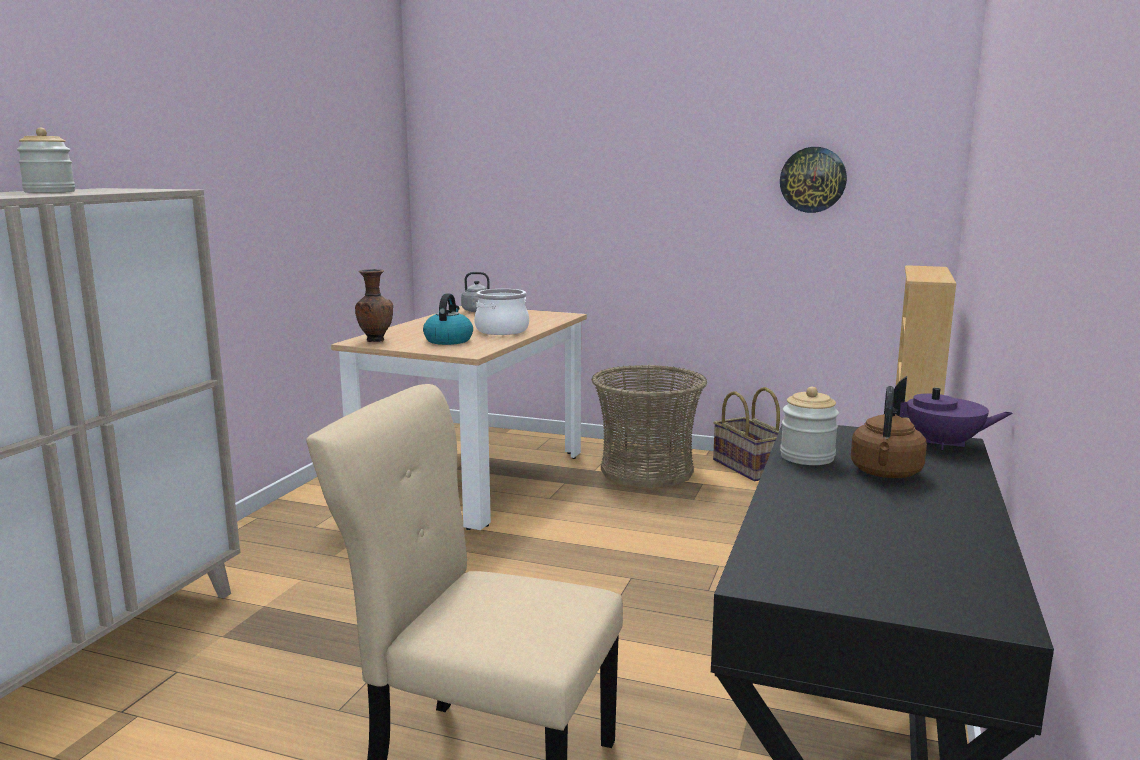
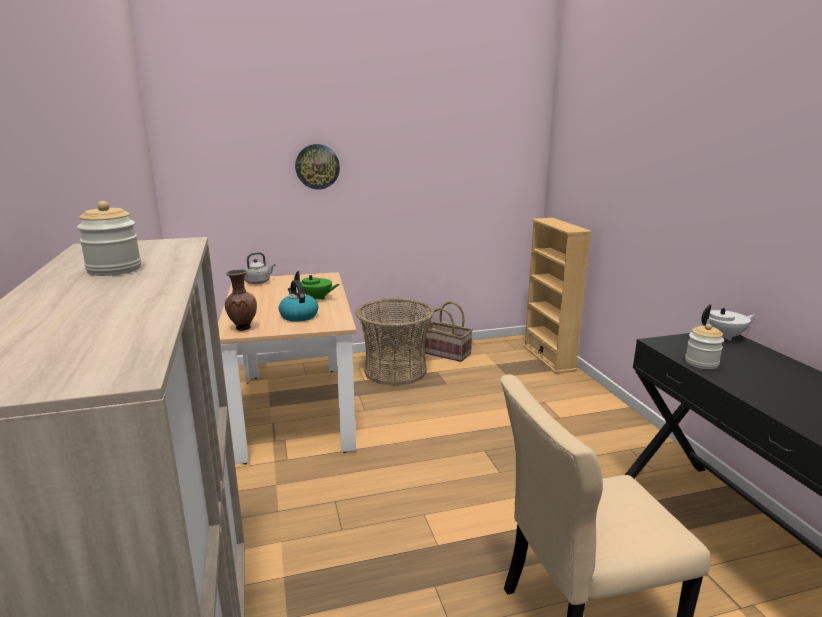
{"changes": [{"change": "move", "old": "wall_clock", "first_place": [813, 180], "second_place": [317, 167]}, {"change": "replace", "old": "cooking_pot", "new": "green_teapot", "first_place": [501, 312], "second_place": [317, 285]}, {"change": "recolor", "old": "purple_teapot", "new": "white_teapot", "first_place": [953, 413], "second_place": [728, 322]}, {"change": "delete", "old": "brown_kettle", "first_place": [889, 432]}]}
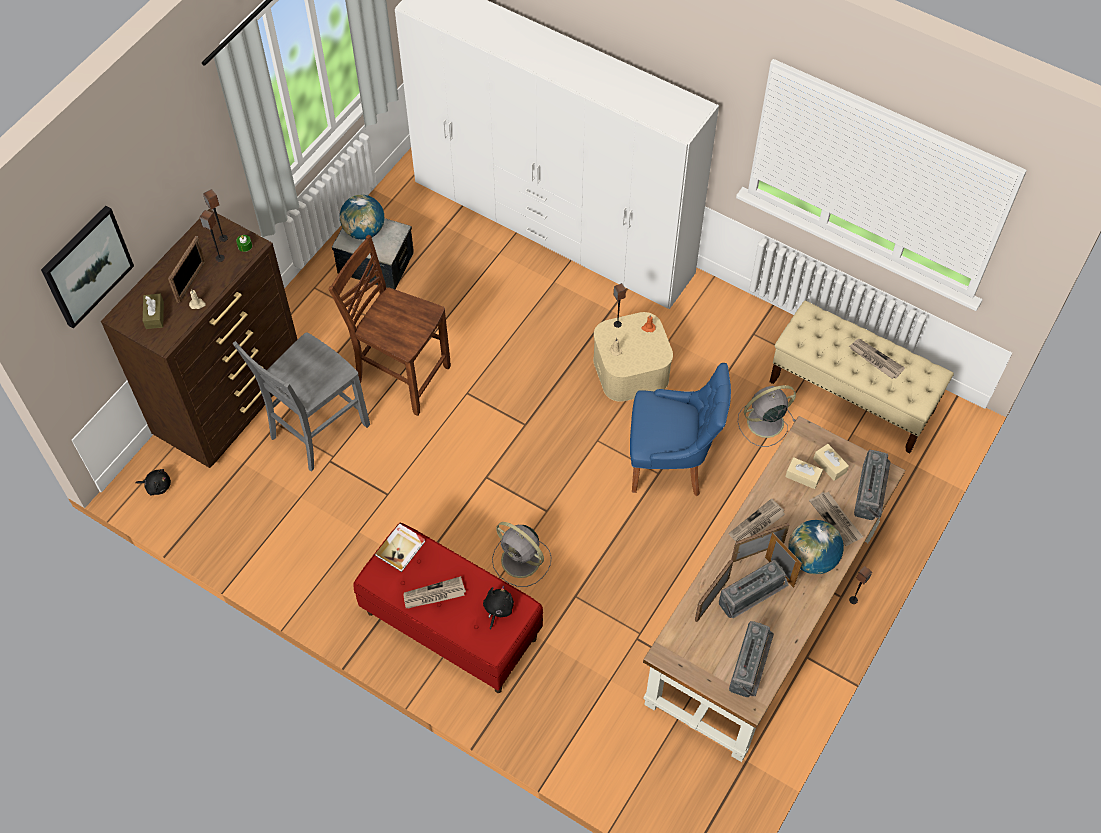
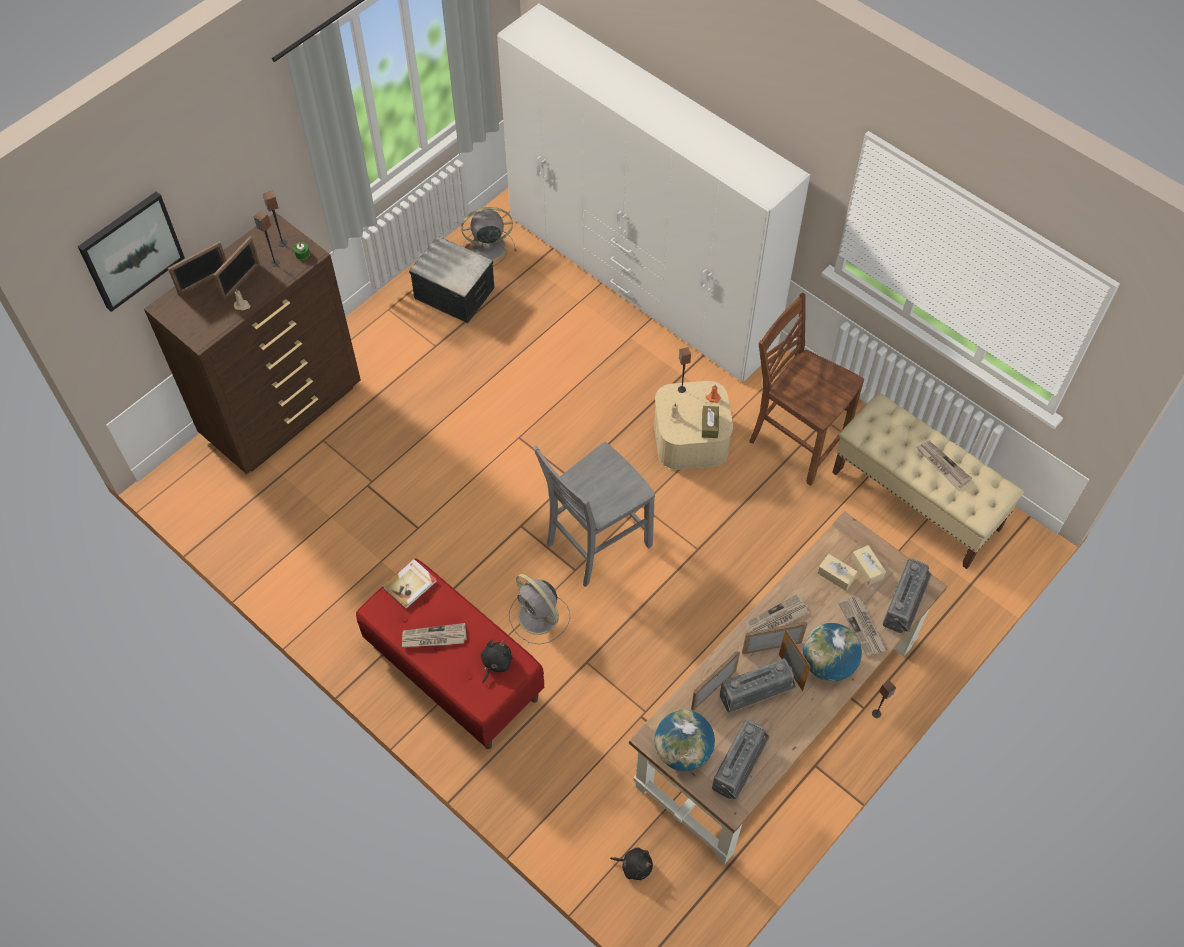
{"changes": [{"change": "move", "old": "globe", "first_place": [362, 217], "second_place": [684, 740]}, {"change": "move", "old": "brown_chair", "first_place": [390, 325], "second_place": [806, 389]}, {"change": "move", "old": "brown_tissue_box", "first_place": [153, 311], "second_place": [710, 422]}, {"change": "move", "old": "grey_chair", "first_place": [301, 401], "second_place": [594, 514]}, {"change": "delete", "old": "blue_chair", "first_place": [680, 429]}, {"change": "move", "old": "grey_fan", "first_place": [767, 416], "second_place": [489, 236]}, {"change": "move", "old": "black_plush_toy", "first_place": [153, 482], "second_place": [631, 864]}, {"change": "insert", "new": "picture_frame", "second_place": [197, 268]}]}
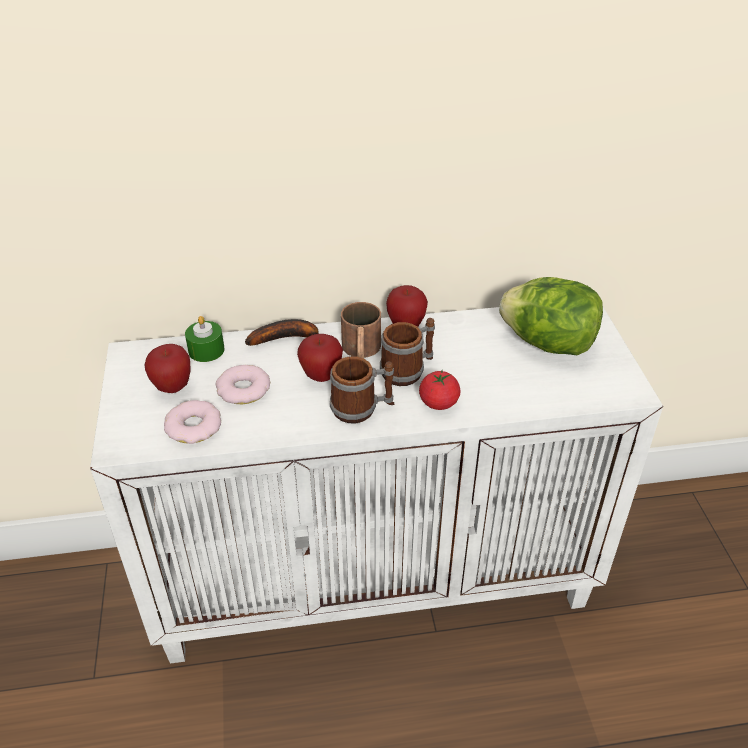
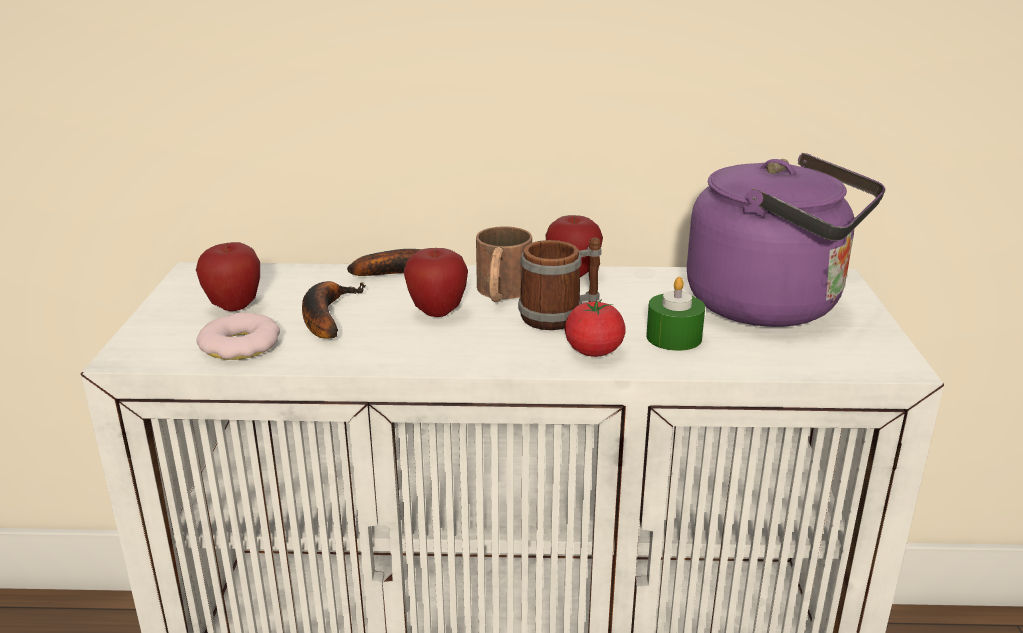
{"changes": [{"change": "replace", "old": "lettuce", "new": "purple_kettle", "first_place": [551, 316], "second_place": [786, 240]}, {"change": "move", "old": "green_candle", "first_place": [204, 339], "second_place": [675, 314]}, {"change": "delete", "old": "mug", "first_place": [362, 389]}, {"change": "replace", "old": "donut", "new": "banana", "first_place": [242, 384], "second_place": [334, 310]}]}
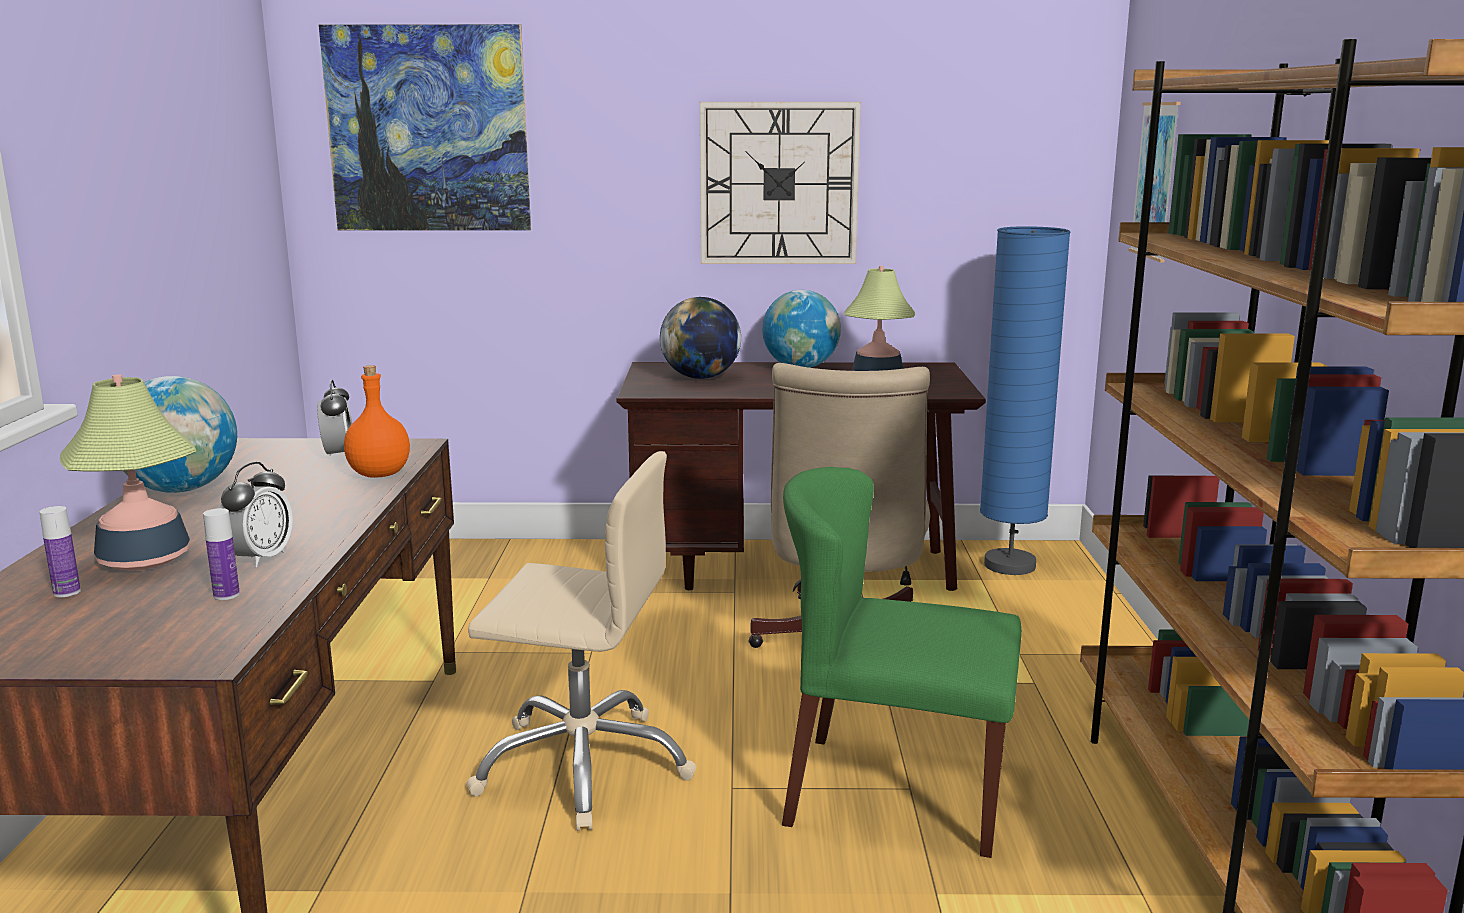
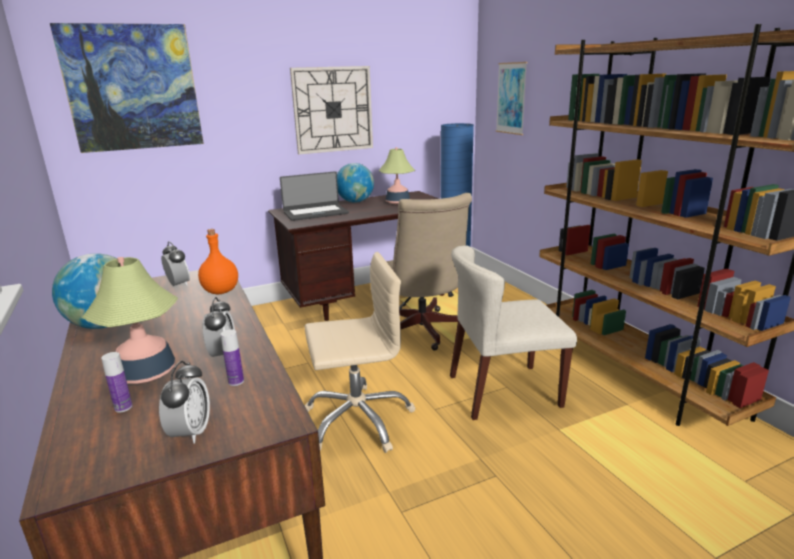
{"changes": [{"change": "replace", "old": "globe", "new": "laptop", "first_place": [700, 338], "second_place": [314, 196]}, {"change": "recolor", "old": "green_chair", "new": "beige_chair", "first_place": [902, 662], "second_place": [513, 332]}, {"change": "insert", "new": "alarm_clock", "second_place": [184, 402]}]}
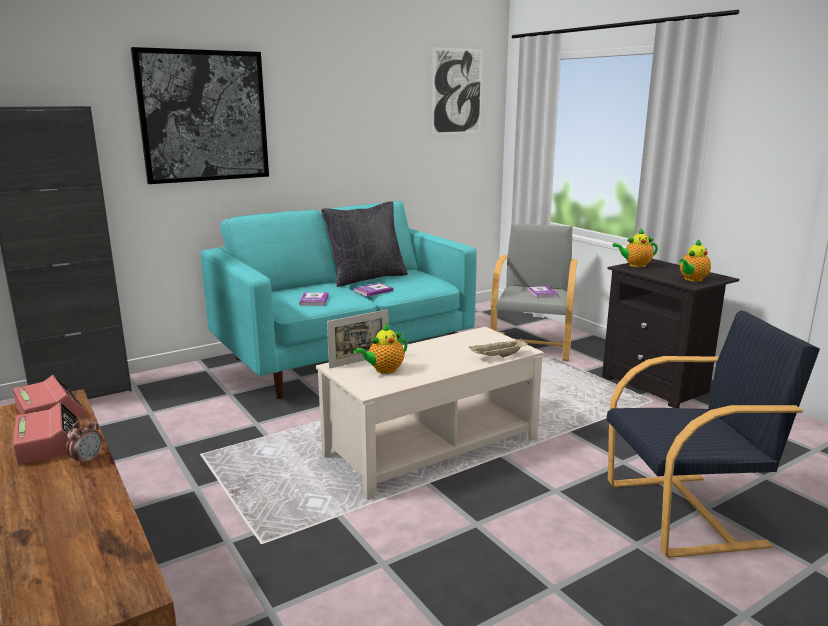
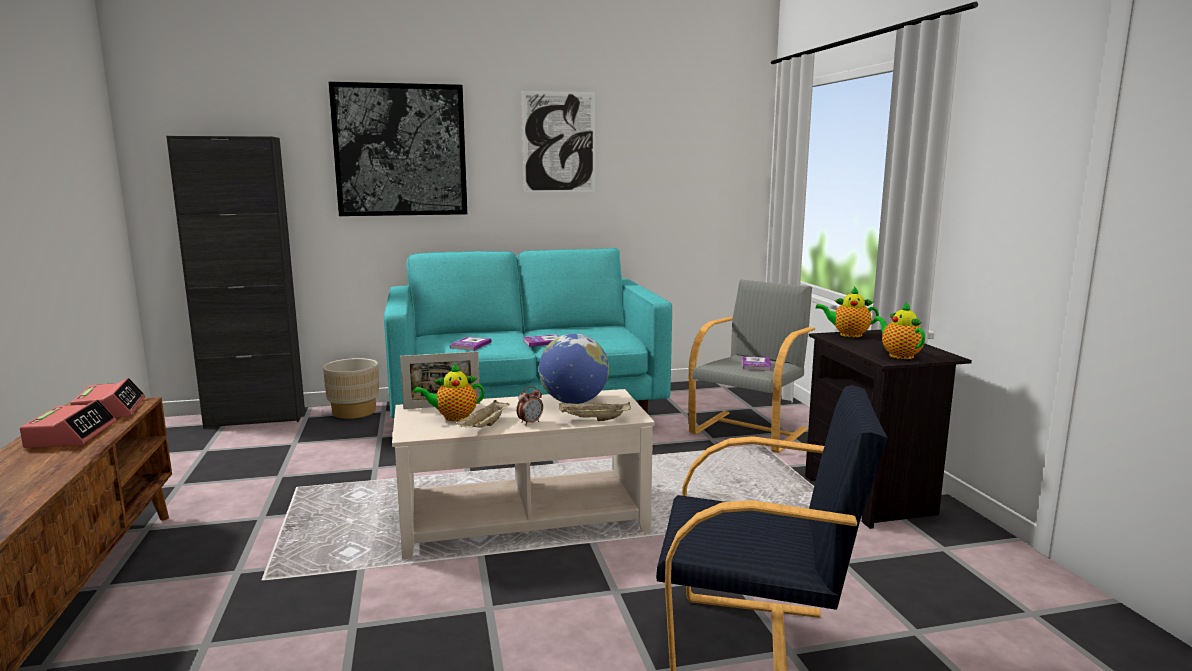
{"changes": [{"change": "move", "old": "picture", "first_place": [457, 90], "second_place": [558, 142]}, {"change": "delete", "old": "black_pillow", "first_place": [364, 244]}, {"change": "rotate", "old": "teapot", "first_place": [695, 260], "second_place": [899, 330], "degrees": 90}, {"change": "move", "old": "alarm_clock", "first_place": [84, 442], "second_place": [529, 406]}, {"change": "insert", "new": "globe", "second_place": [574, 369]}, {"change": "insert", "new": "beige_planter", "second_place": [351, 388]}, {"change": "insert", "new": "beige_tray", "second_place": [483, 413]}]}
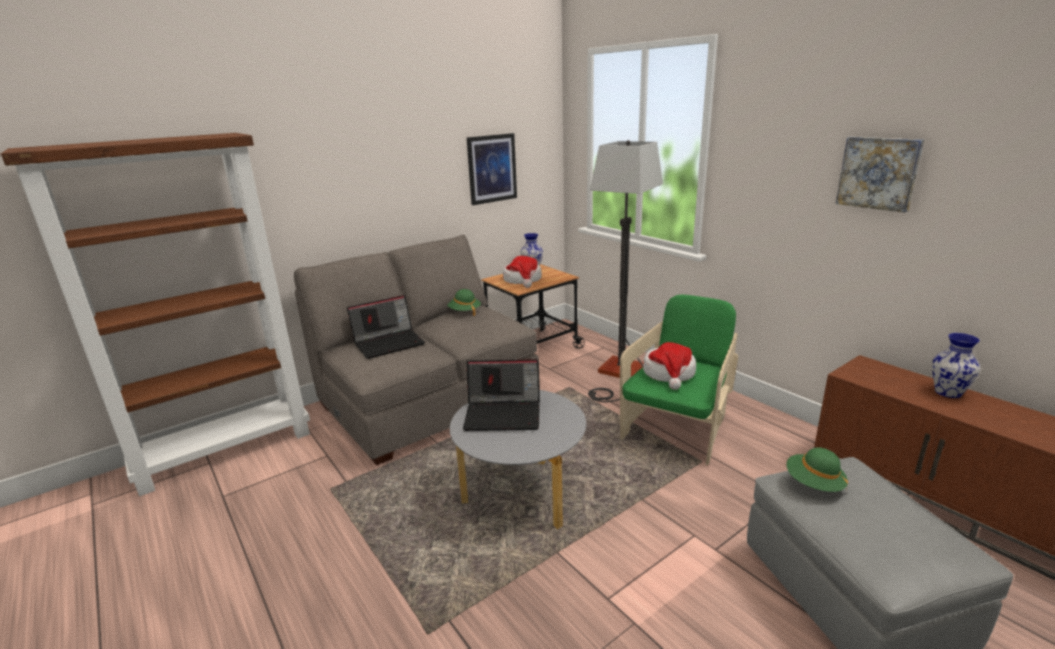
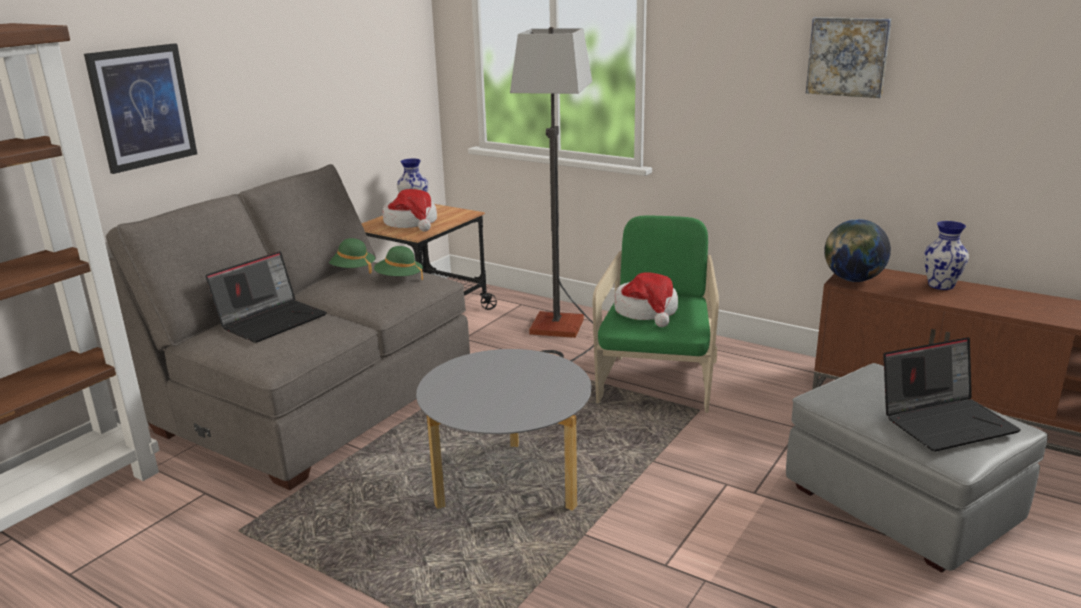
{"changes": [{"change": "move", "old": "picture", "first_place": [492, 169], "second_place": [140, 108]}, {"change": "move", "old": "laptop", "first_place": [501, 395], "second_place": [952, 394]}, {"change": "move", "old": "green_hat", "first_place": [817, 470], "second_place": [398, 263]}, {"change": "insert", "new": "globe", "second_place": [857, 250]}]}
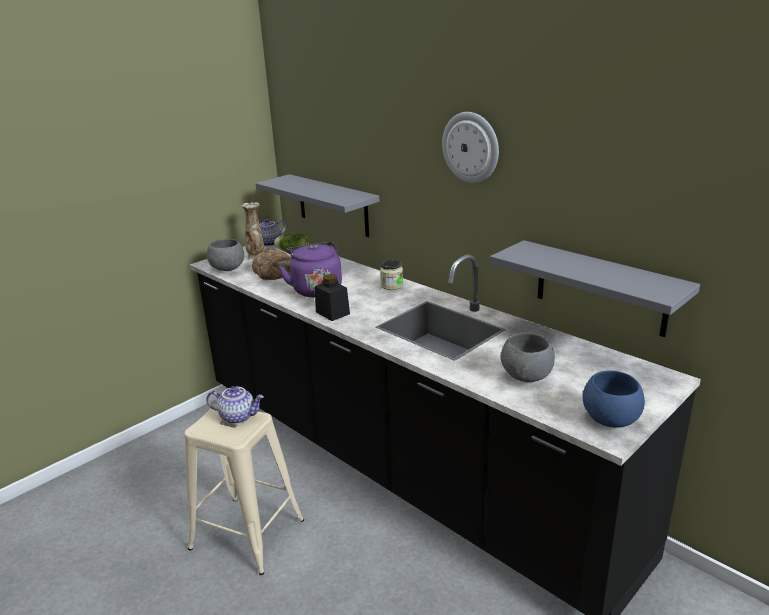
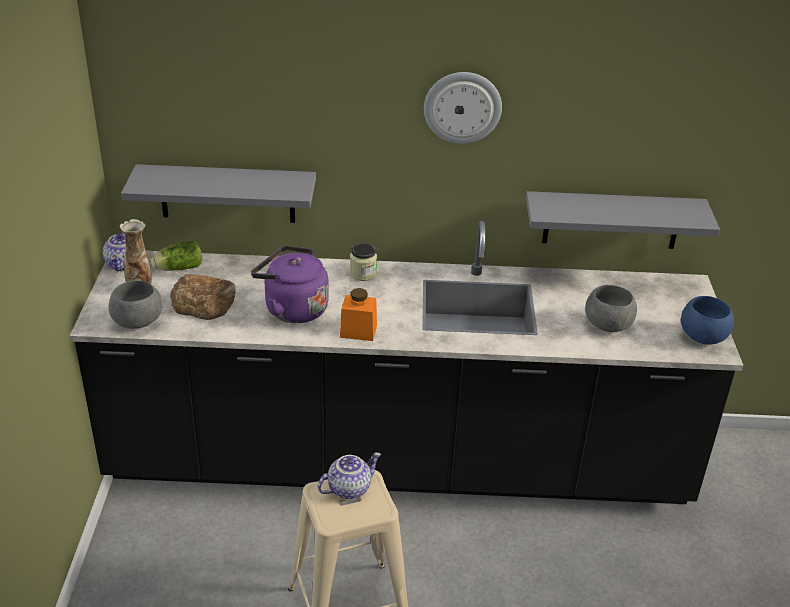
{"changes": [{"change": "recolor", "old": "black_jar", "new": "orange_jar", "first_place": [332, 297], "second_place": [358, 314]}]}
